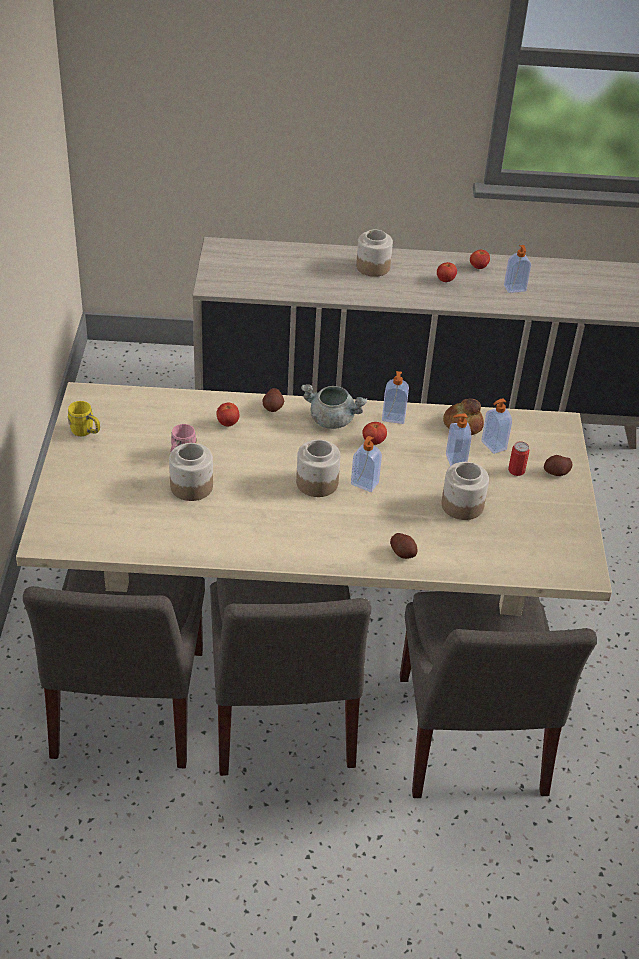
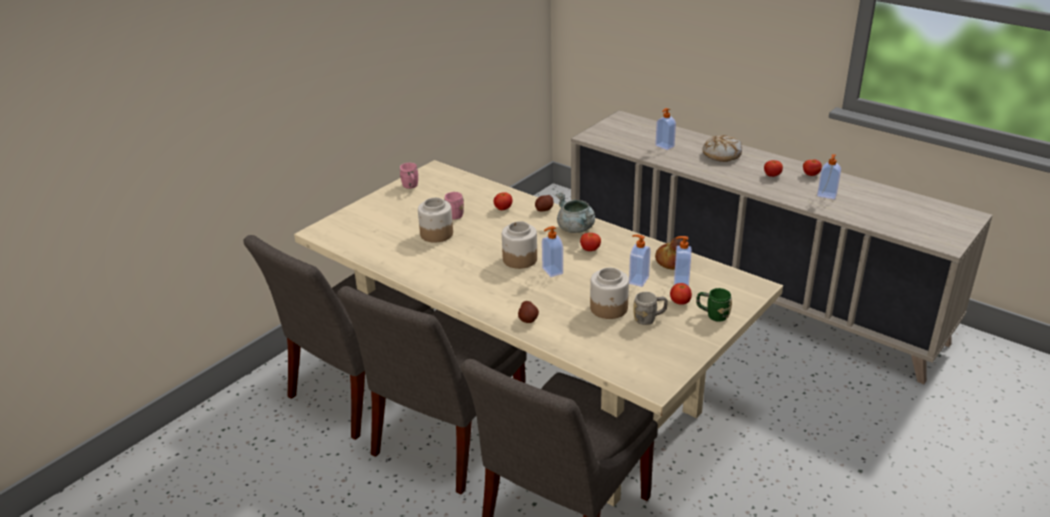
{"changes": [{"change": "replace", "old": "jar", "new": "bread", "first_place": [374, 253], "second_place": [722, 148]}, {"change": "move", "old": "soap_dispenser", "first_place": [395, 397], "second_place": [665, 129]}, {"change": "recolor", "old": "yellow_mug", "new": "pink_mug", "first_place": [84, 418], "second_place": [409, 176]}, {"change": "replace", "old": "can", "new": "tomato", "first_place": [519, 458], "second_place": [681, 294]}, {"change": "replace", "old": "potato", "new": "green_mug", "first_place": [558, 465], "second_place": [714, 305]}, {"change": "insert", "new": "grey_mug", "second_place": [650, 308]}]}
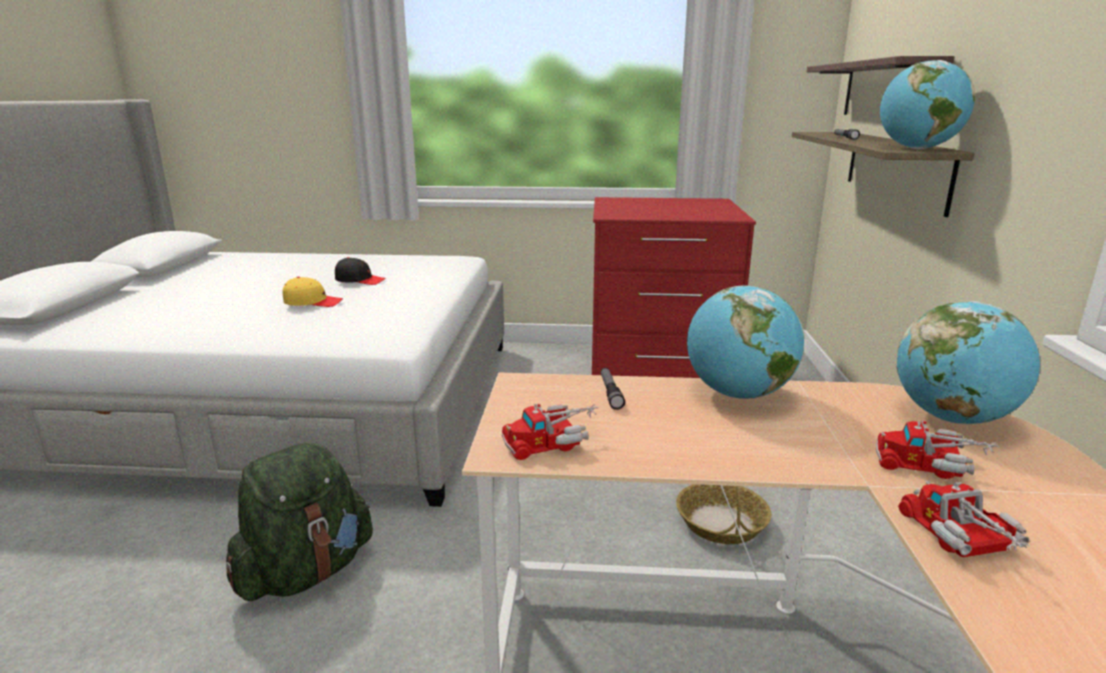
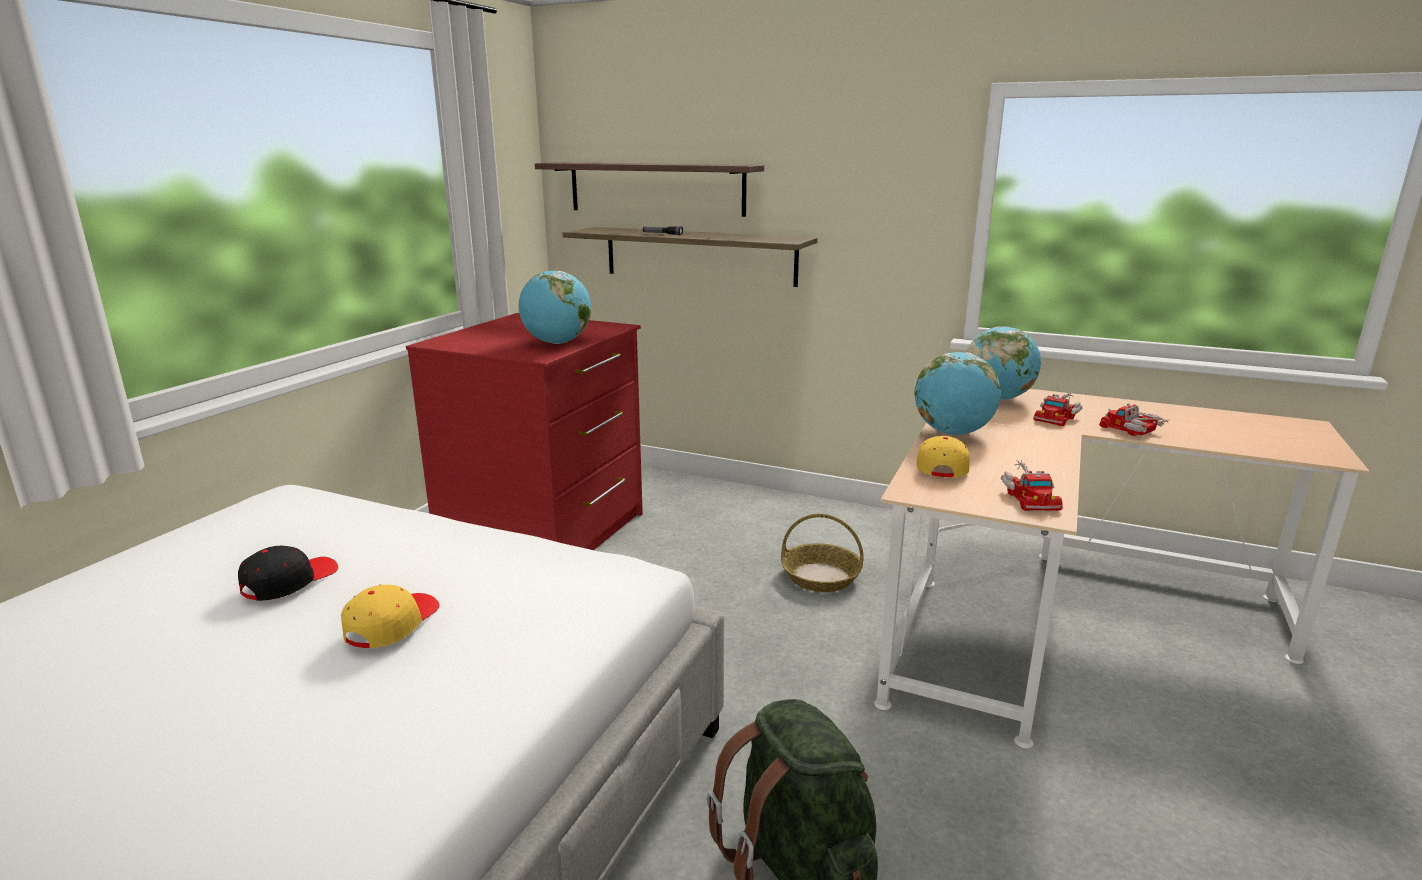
{"changes": [{"change": "move", "old": "globe", "first_place": [927, 104], "second_place": [555, 307]}, {"change": "replace", "old": "flashlight", "new": "yellow_cap", "first_place": [613, 389], "second_place": [943, 456]}, {"change": "rotate", "old": "toy_truck", "first_place": [963, 519], "second_place": [1135, 419], "degrees": 45}]}
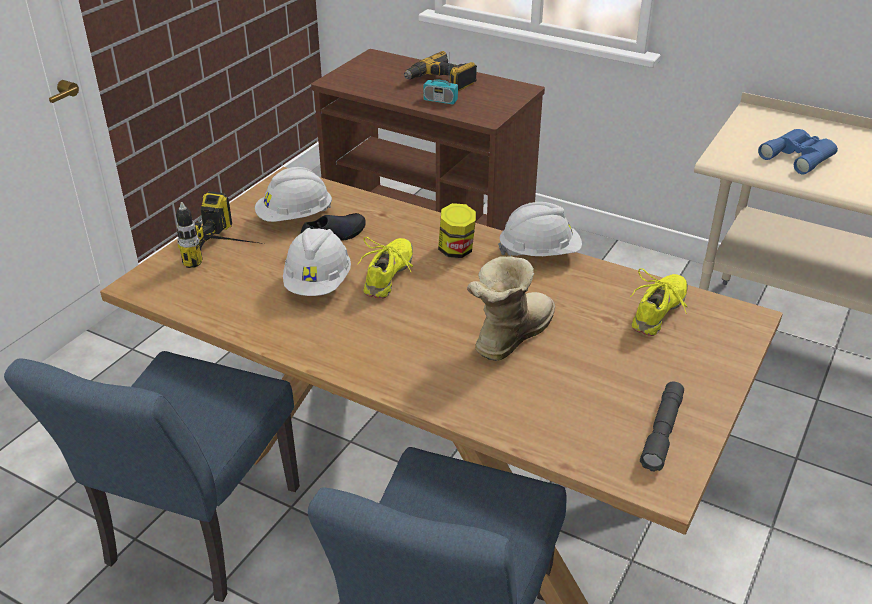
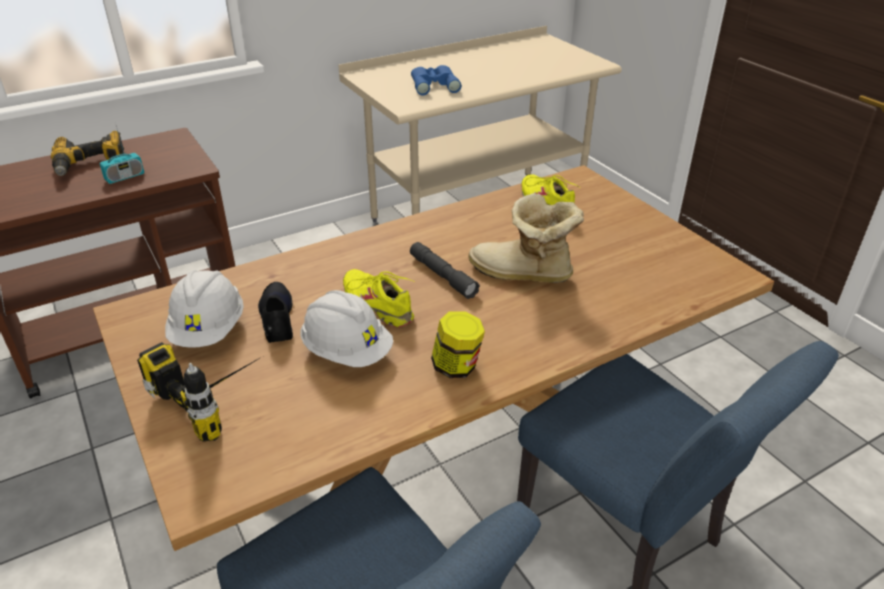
{"changes": [{"change": "delete", "old": "white_hard_hat", "first_place": [540, 229]}, {"change": "move", "old": "jar", "first_place": [457, 230], "second_place": [458, 344]}, {"change": "rotate", "old": "boot", "first_place": [511, 308], "second_place": [526, 238], "degrees": -45}, {"change": "move", "old": "grey_flashlight", "first_place": [662, 427], "second_place": [445, 270]}]}
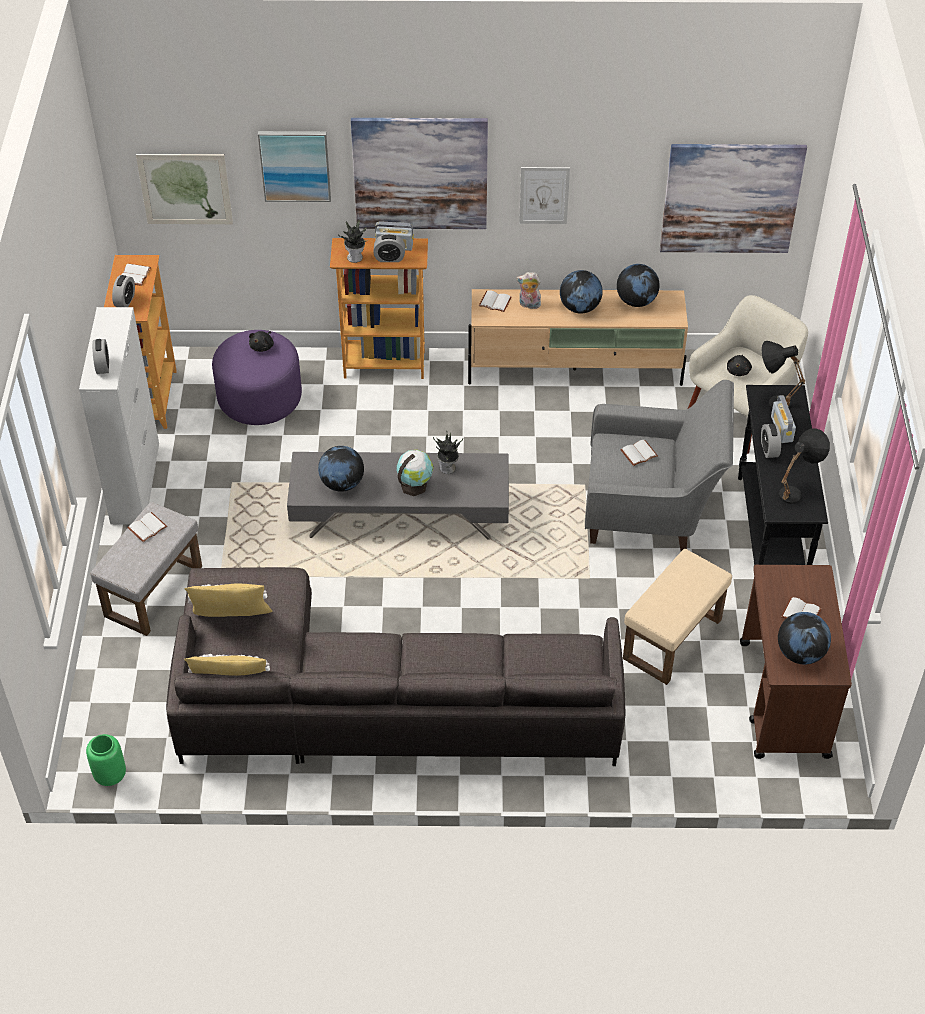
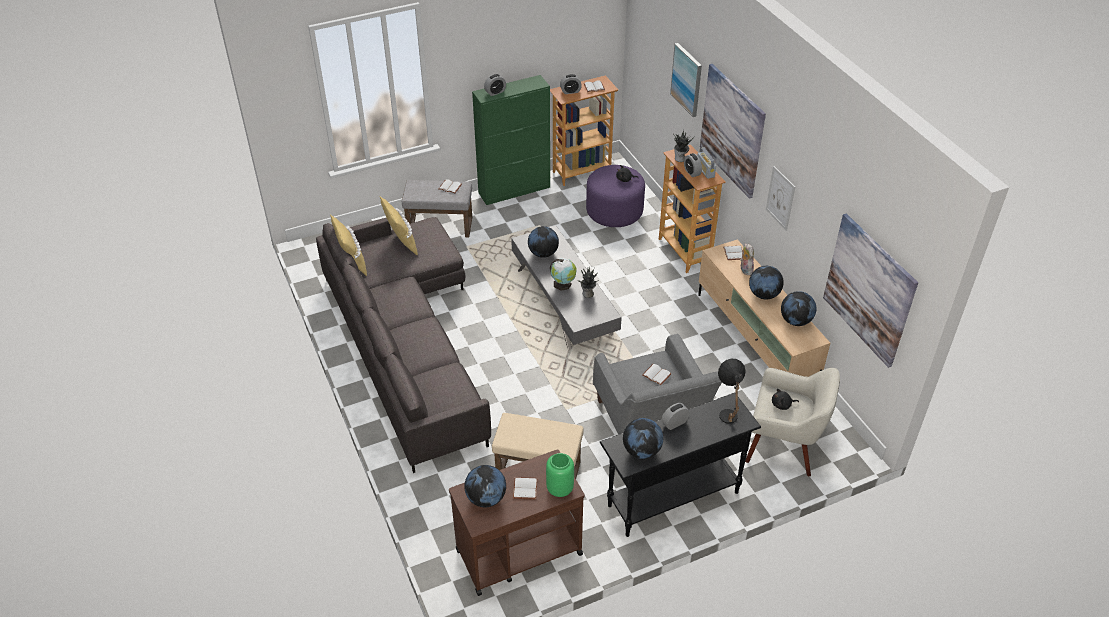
{"changes": [{"change": "delete", "old": "picture", "first_place": [184, 189]}, {"change": "recolor", "old": "white_cabinet", "new": "green_cabinet", "first_place": [119, 416], "second_place": [511, 140]}, {"change": "delete", "old": "radio", "first_place": [783, 419]}, {"change": "replace", "old": "black_table_lamp", "new": "globe", "first_place": [804, 466], "second_place": [643, 438]}, {"change": "move", "old": "green_vase", "first_place": [106, 760], "second_place": [560, 475]}]}
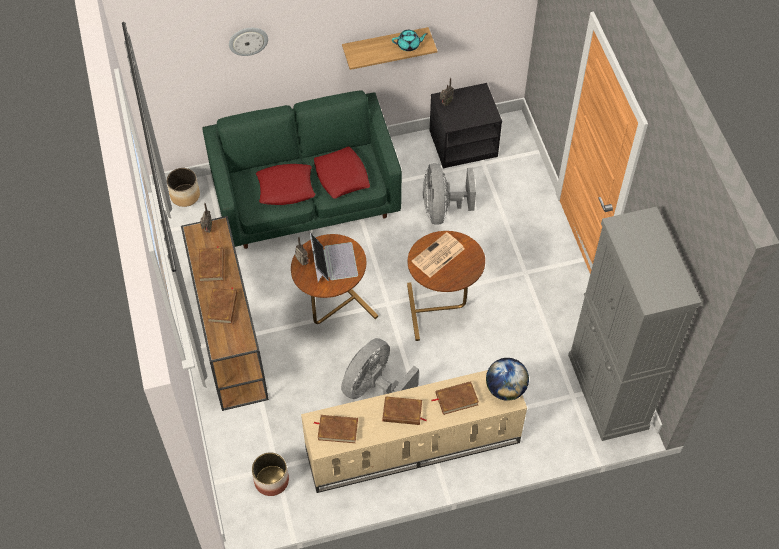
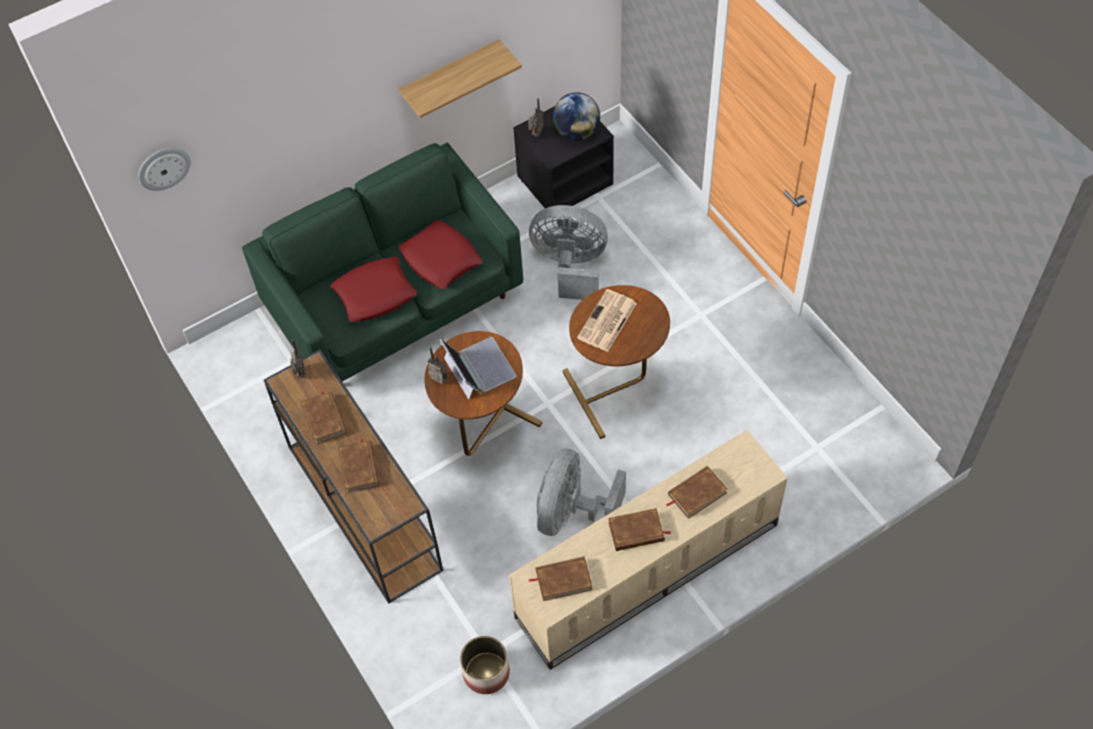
{"changes": [{"change": "move", "old": "wall_clock", "first_place": [248, 42], "second_place": [164, 169]}, {"change": "delete", "old": "turquoise_teapot", "first_place": [410, 40]}, {"change": "rotate", "old": "grey_fan", "first_place": [449, 194], "second_place": [568, 252], "degrees": 120}, {"change": "delete", "old": "planter", "first_place": [183, 187]}, {"change": "delete", "old": "grey_cabinet", "first_place": [634, 324]}, {"change": "move", "old": "globe", "first_place": [507, 379], "second_place": [576, 116]}]}
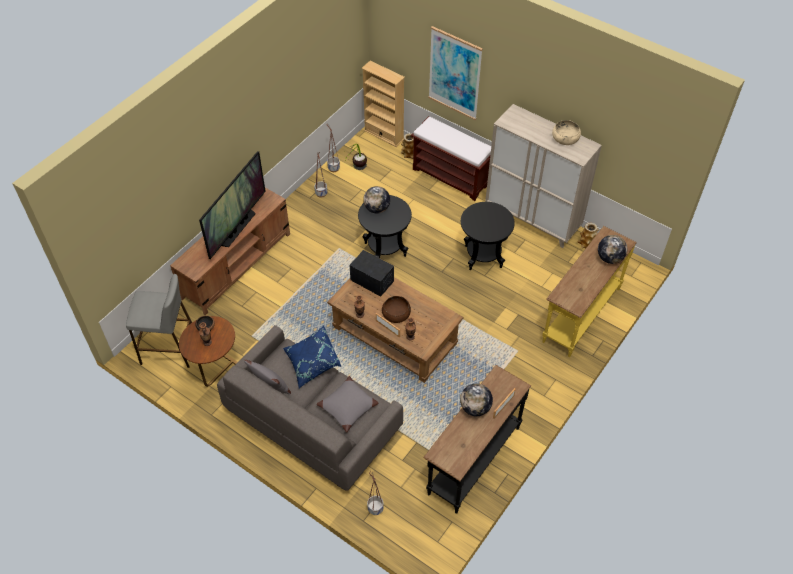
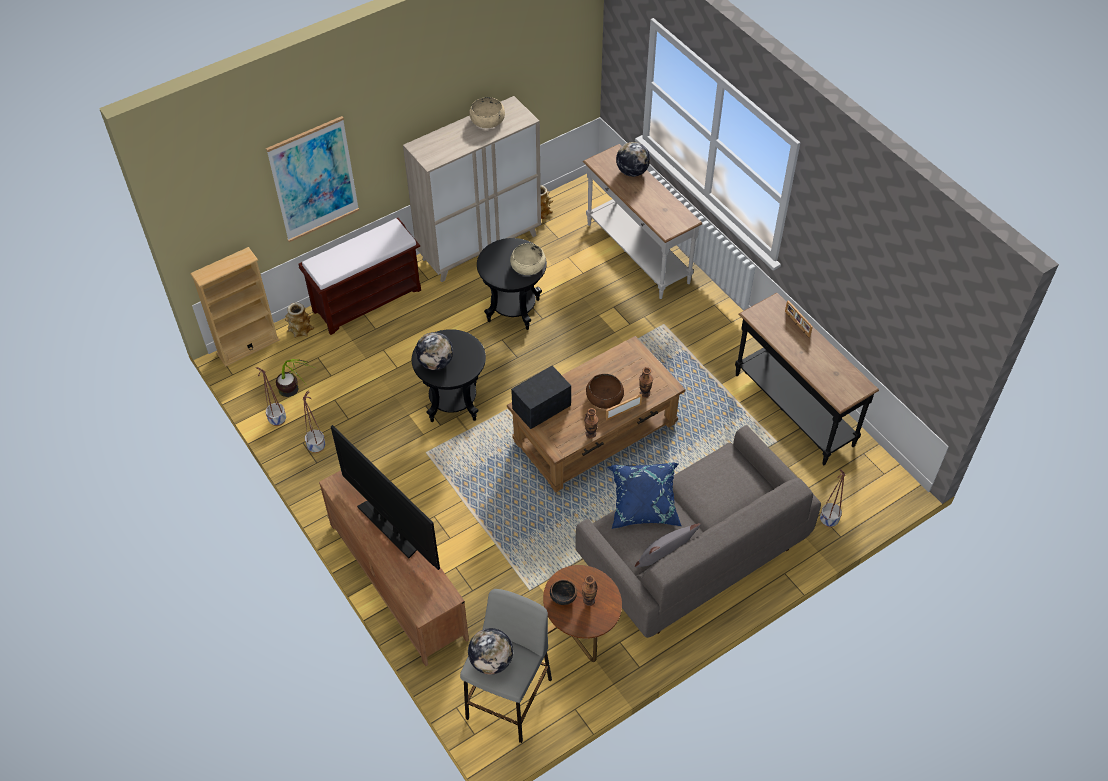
{"changes": [{"change": "recolor", "old": "yellow_console_table", "new": "white_console_table", "first_place": [589, 291], "second_place": [642, 221]}, {"change": "delete", "old": "grey_pillow", "first_place": [347, 404]}, {"change": "move", "old": "globe", "first_place": [476, 400], "second_place": [490, 651]}, {"change": "insert", "new": "beige_bowl", "second_place": [528, 259]}]}
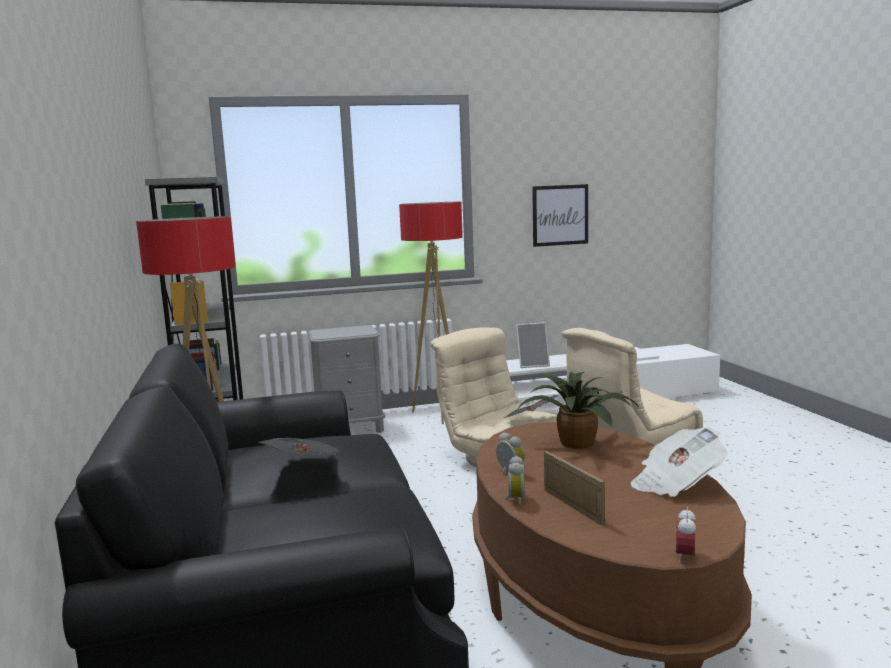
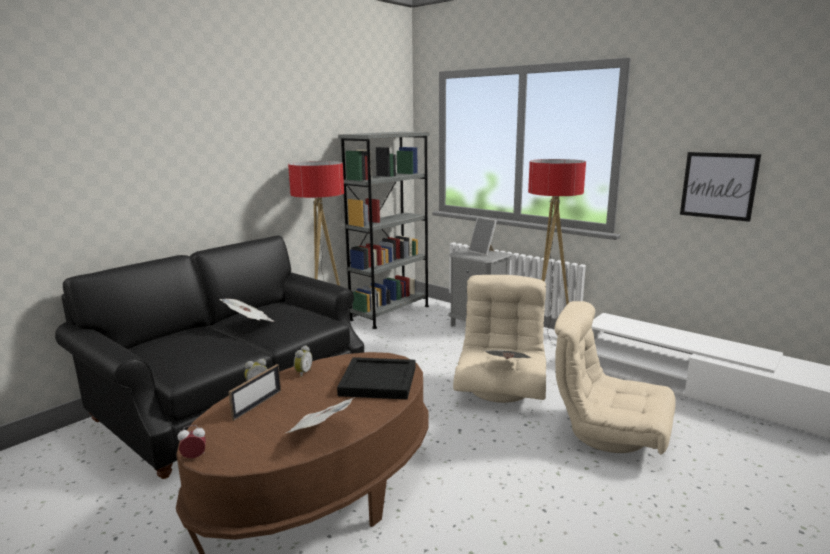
{"changes": [{"change": "move", "old": "picture_frame", "first_place": [533, 345], "second_place": [482, 236]}, {"change": "replace", "old": "potted_plant", "new": "black_tray", "first_place": [578, 410], "second_place": [376, 378]}]}
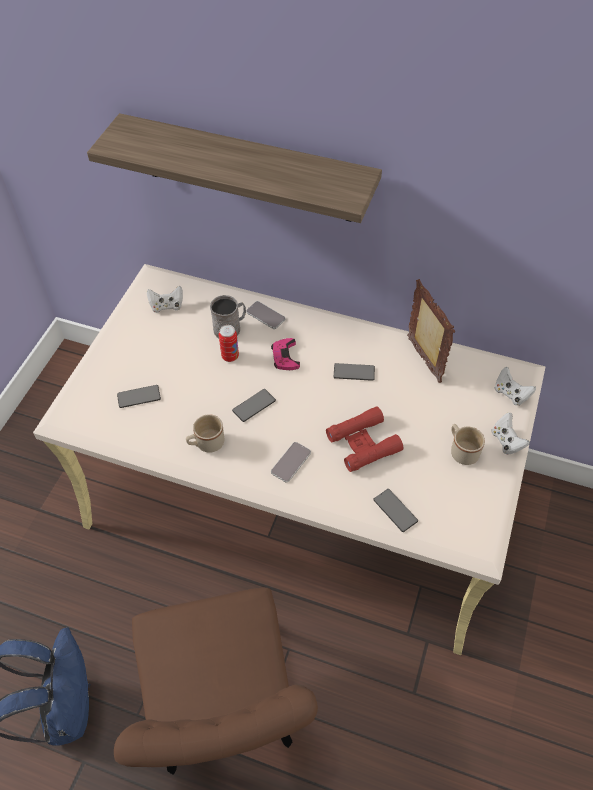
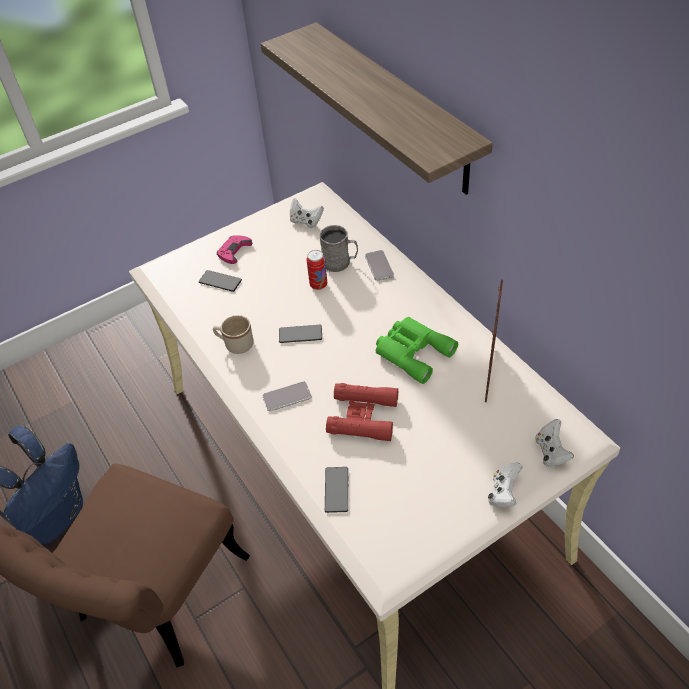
{"changes": [{"change": "move", "old": "pink_game_controller", "first_place": [285, 354], "second_place": [234, 249]}, {"change": "replace", "old": "phone", "new": "green_binoculars", "first_place": [354, 372], "second_place": [417, 350]}, {"change": "delete", "old": "beige_mug", "first_place": [468, 444]}]}
